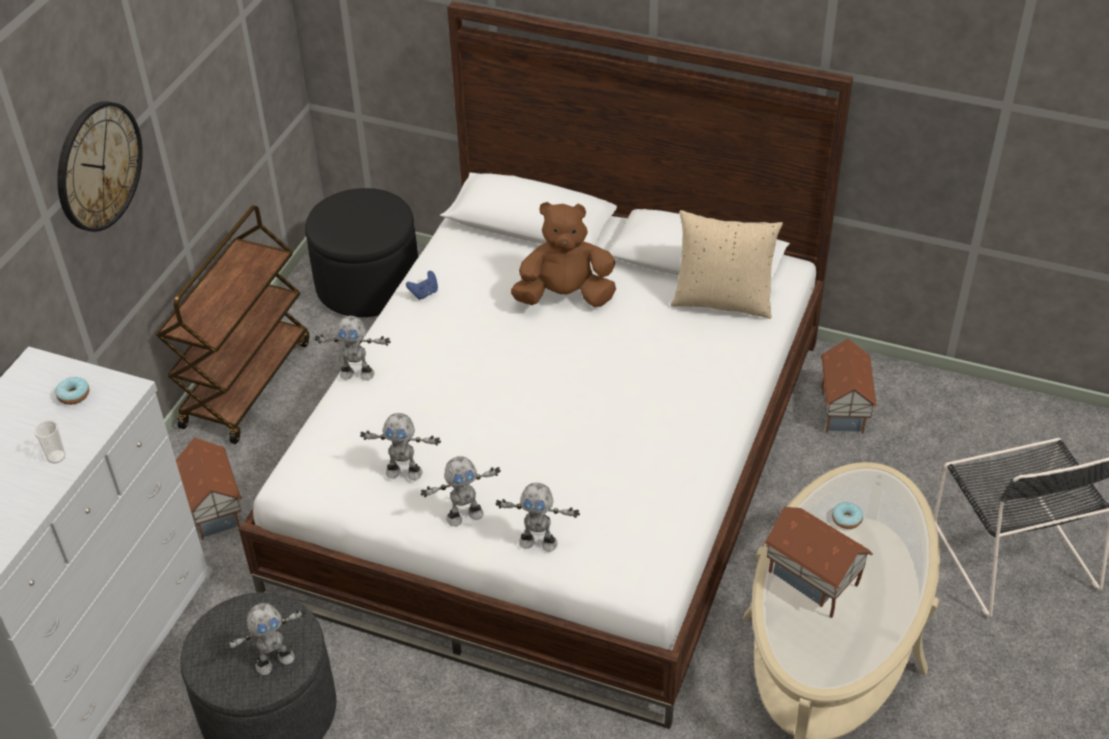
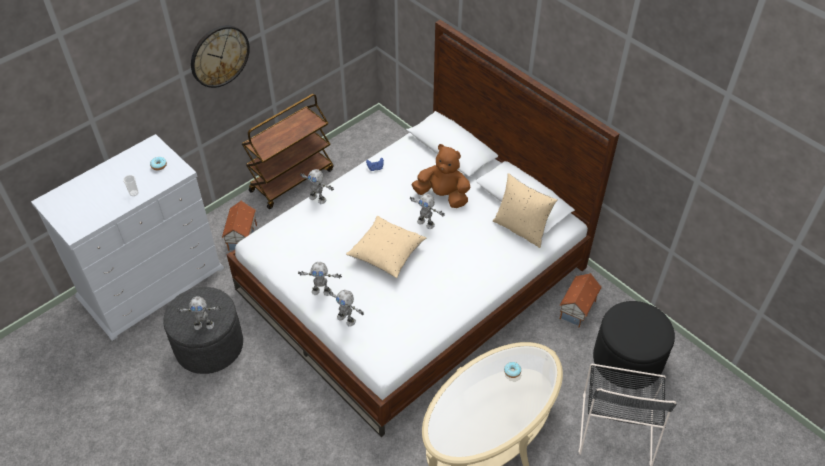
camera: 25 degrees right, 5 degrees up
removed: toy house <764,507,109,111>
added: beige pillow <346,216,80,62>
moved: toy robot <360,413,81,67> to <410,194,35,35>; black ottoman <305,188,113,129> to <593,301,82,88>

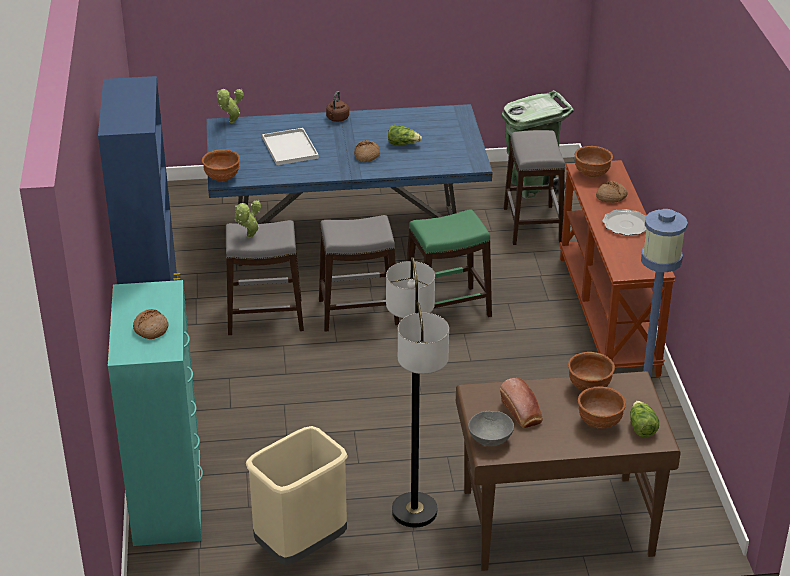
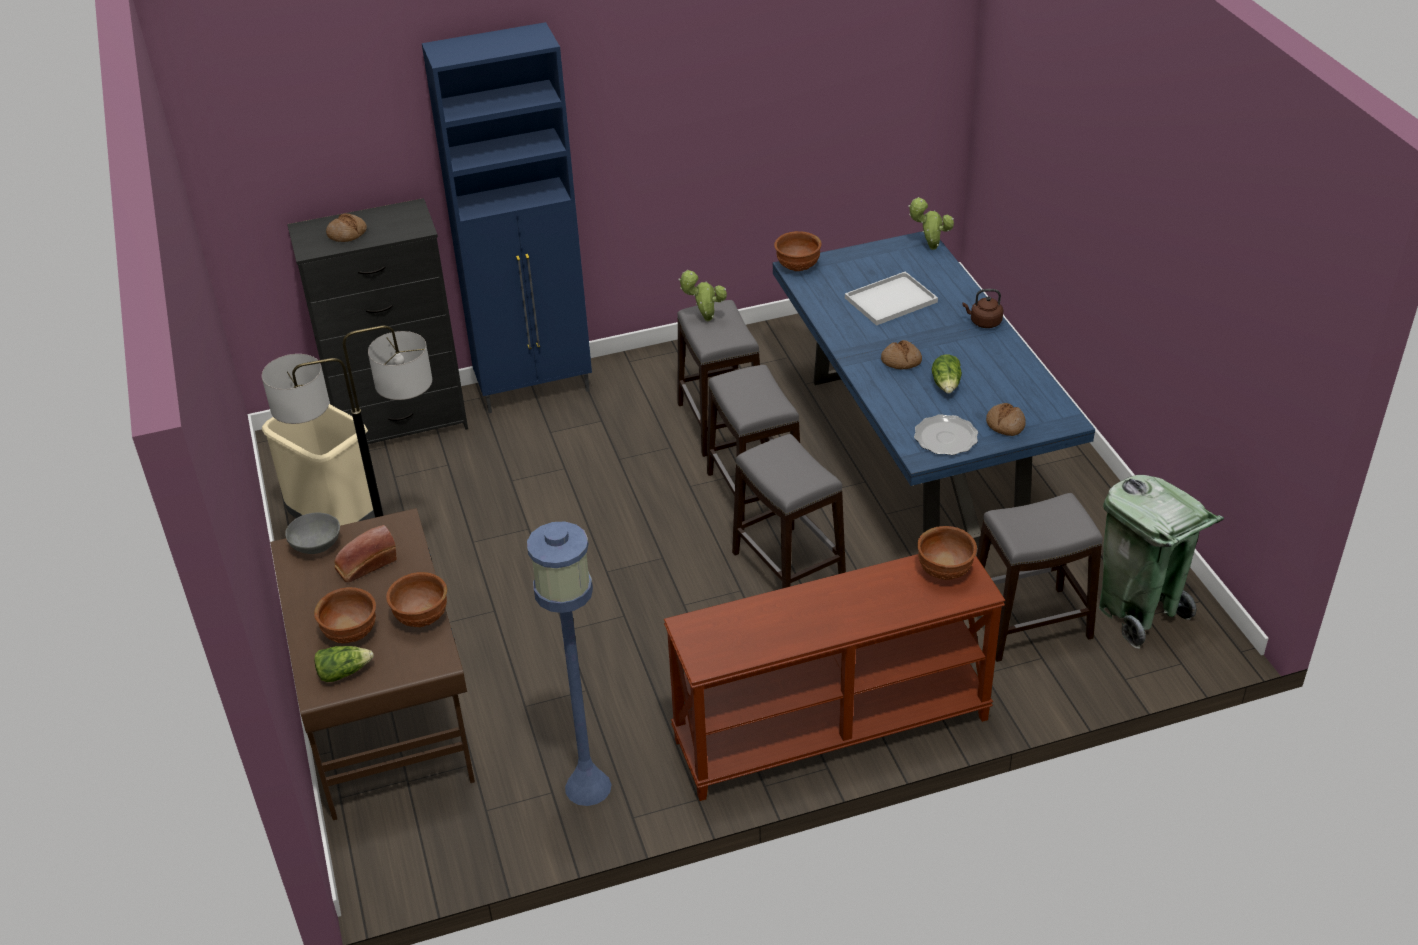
camera: 80 degrees right, 5 degrees up
moved: plate <602,209,44,26> to <914,414,64,41>; bread <596,181,31,22> to <986,403,40,33>
recoloured: turquoise dresser <108,280,95,266> to black dresser <287,198,181,246>; green stool <407,209,85,108> to grey stool <732,434,114,154>

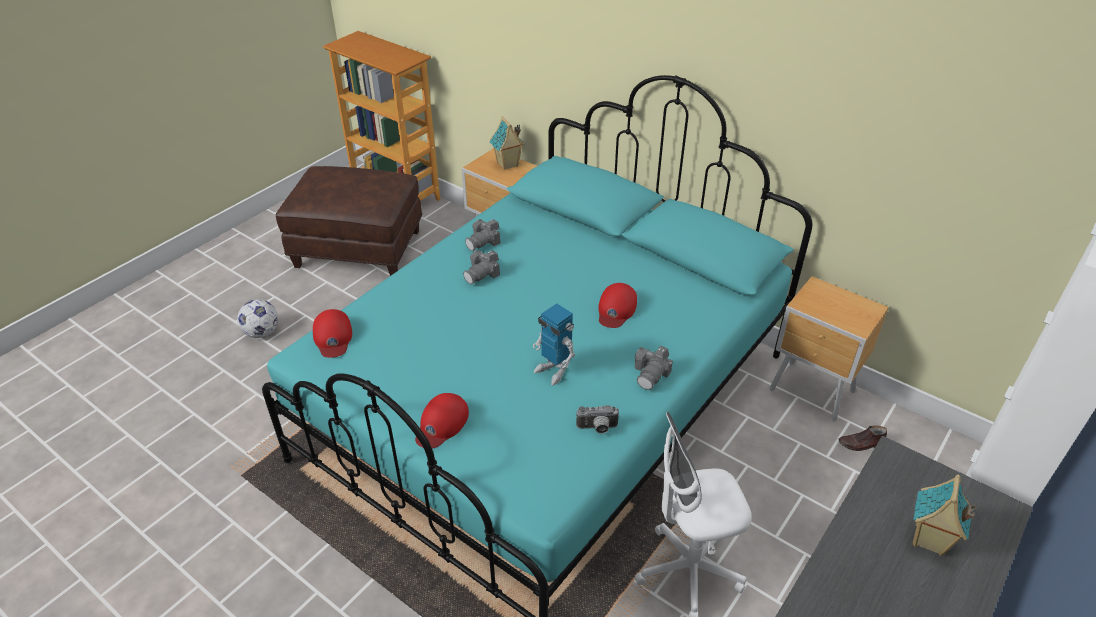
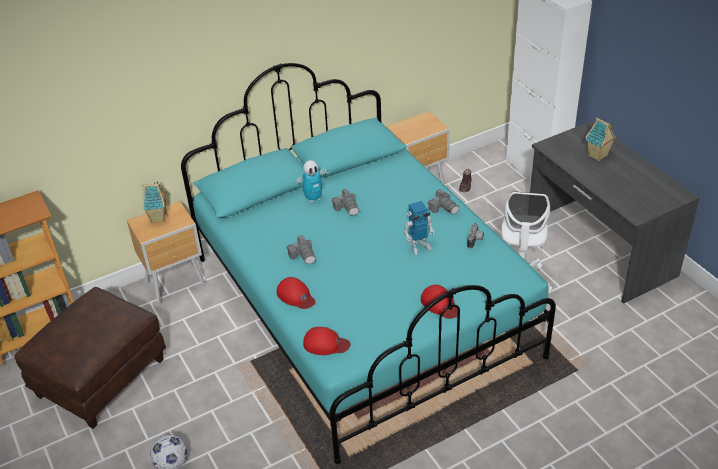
camera: 65 degrees left, 0 degrees up
added: toy robot <293,160,37,43>
moved: red cap <598,283,39,45> to <277,277,38,32>; photo camera <465,219,35,32> to <332,189,27,27>

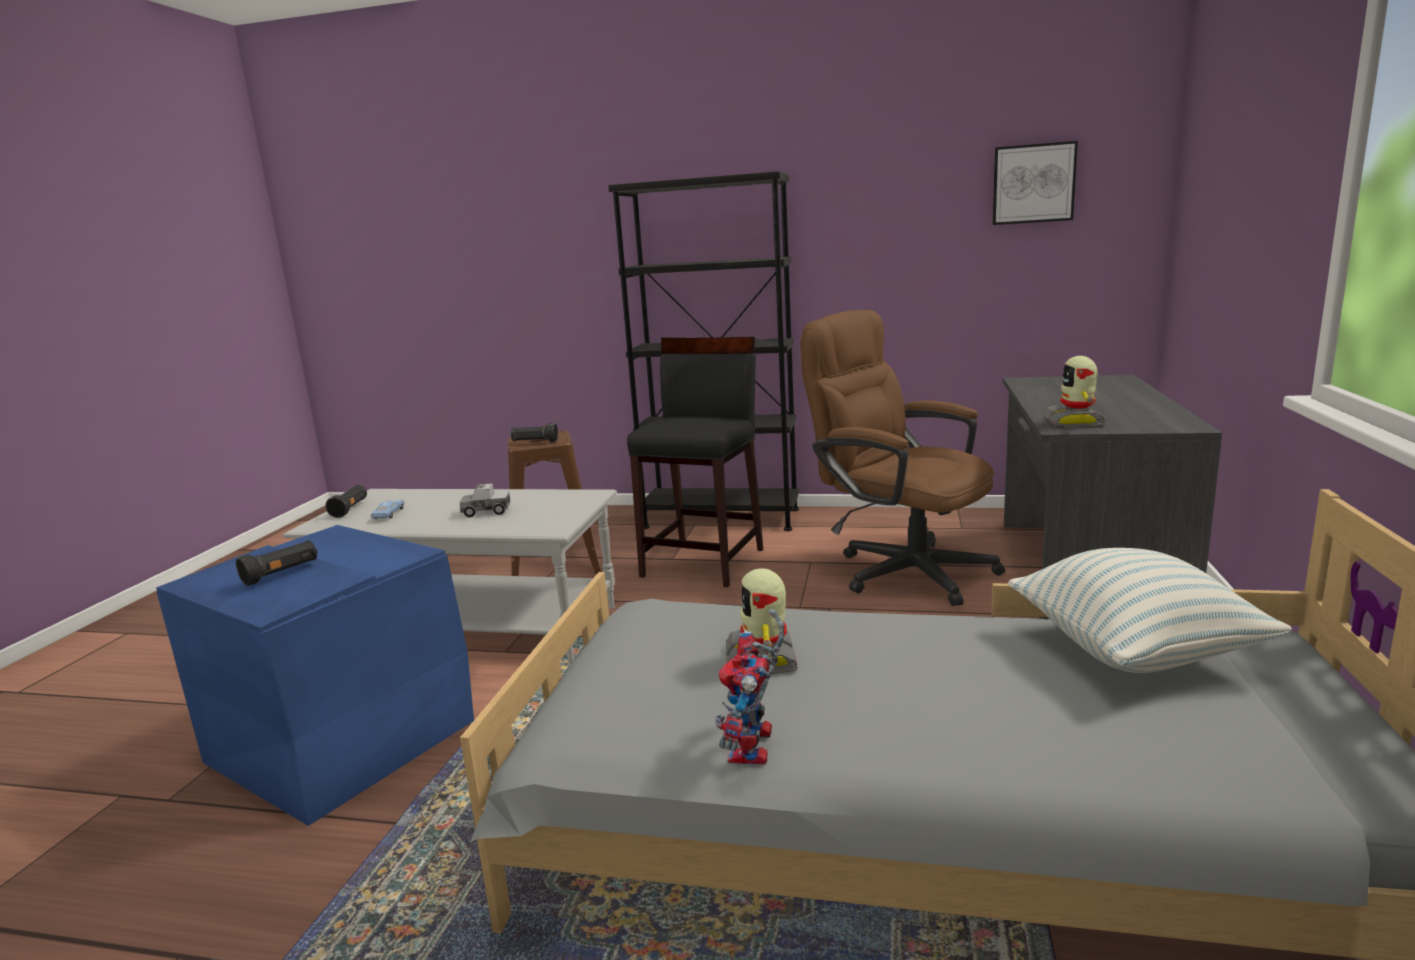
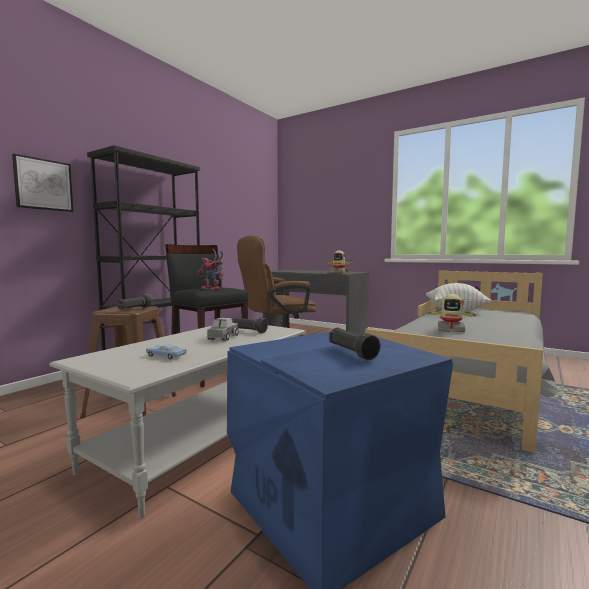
camera: 70 degrees left, 10 degrees down
moved: picture <992,141,86,84> to <12,154,61,58>; toy robot <715,609,69,156> to <198,248,25,42>; black flashlight <325,485,42,33> to <232,317,36,16>

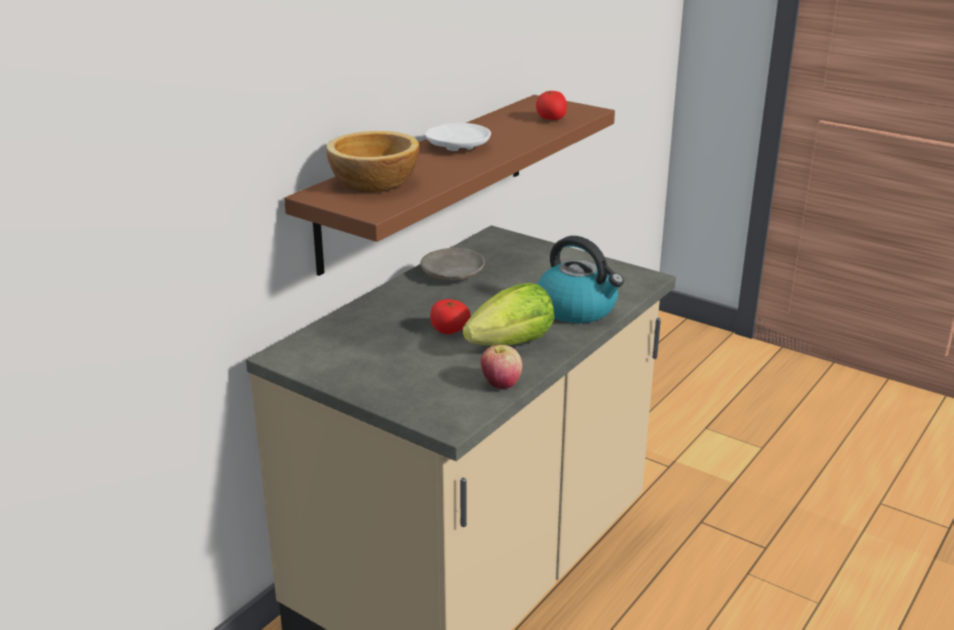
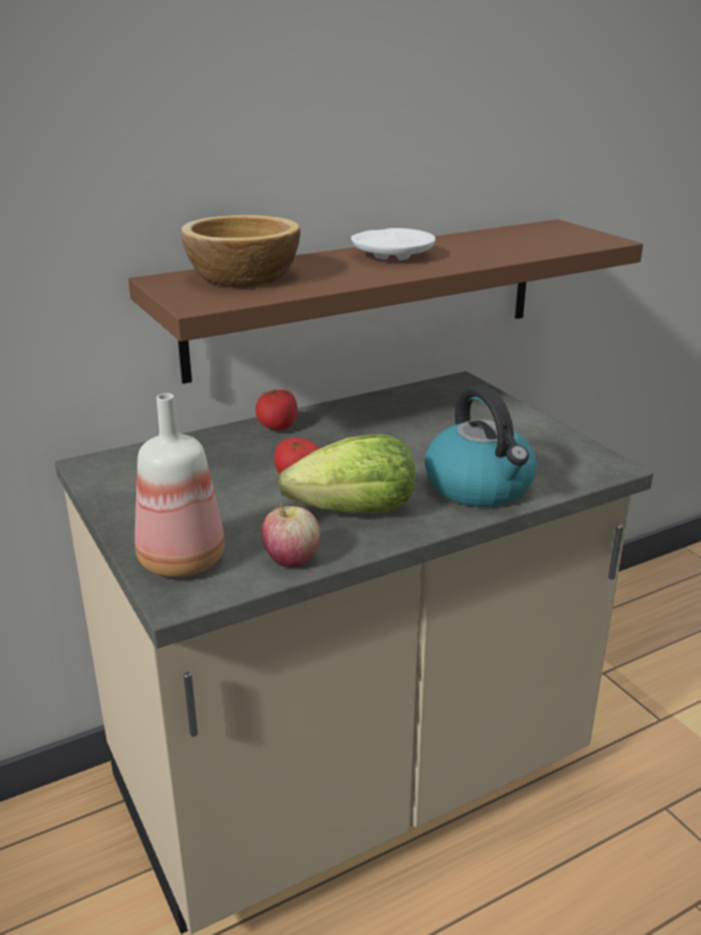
camera: 25 degrees right, 0 degrees up
removed: beige plate <420,248,65,33>
added: bottle <135,393,90,184>
moved: tomato <536,91,31,29> to <256,389,41,41>

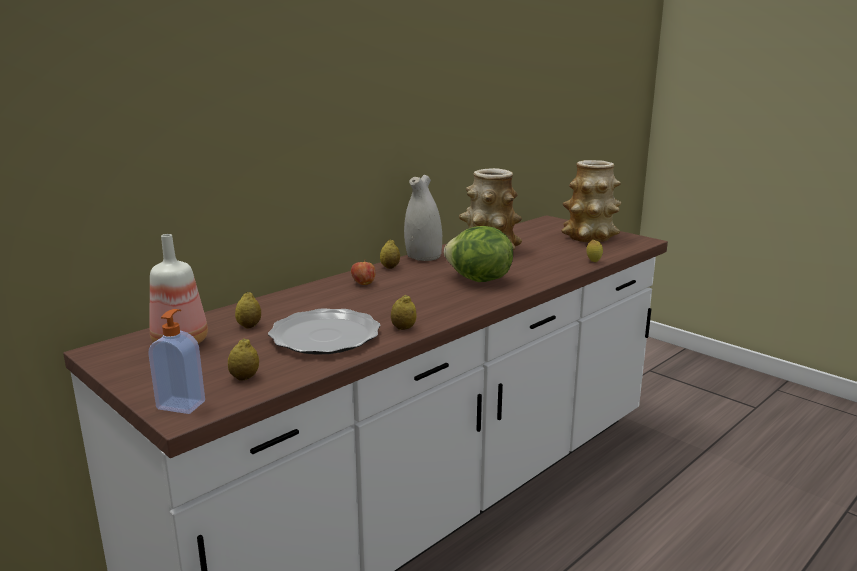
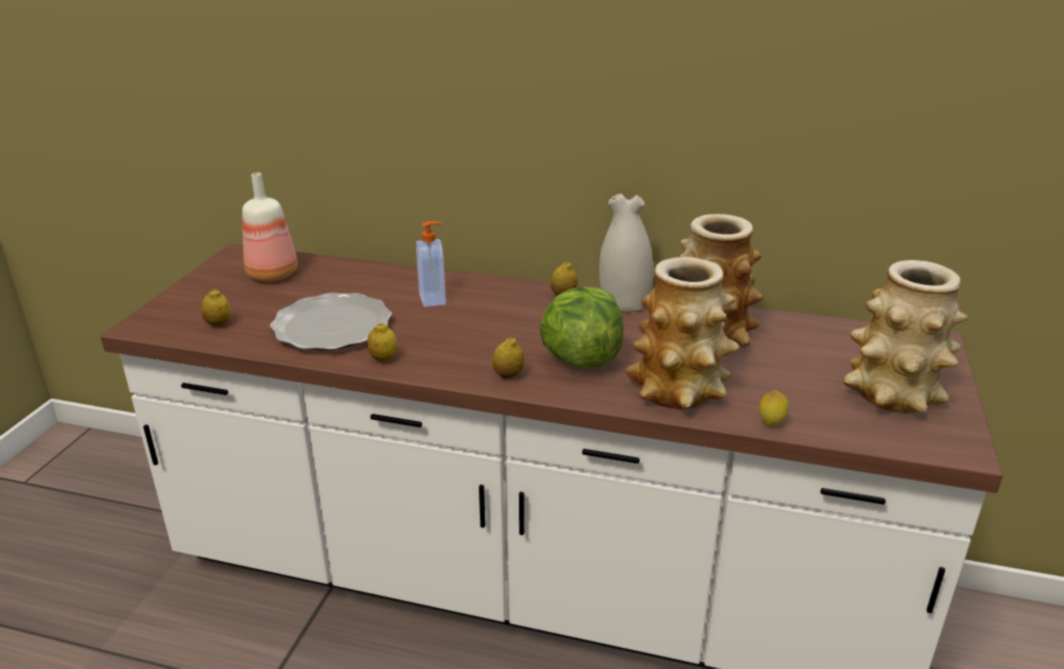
camera: 60 degrees right, 10 degrees up
removed: apple <351,259,25,26>
added: vase <625,257,115,153>
moved: soap dispenser <148,309,57,105> to <416,221,30,86>; lemon <235,292,26,37> to <492,337,32,42>

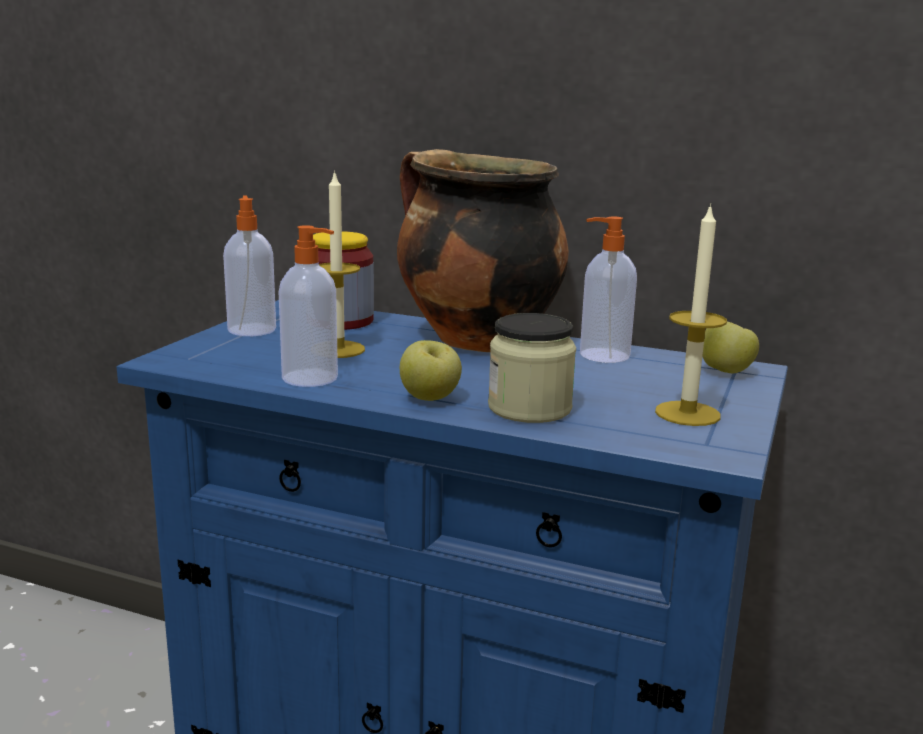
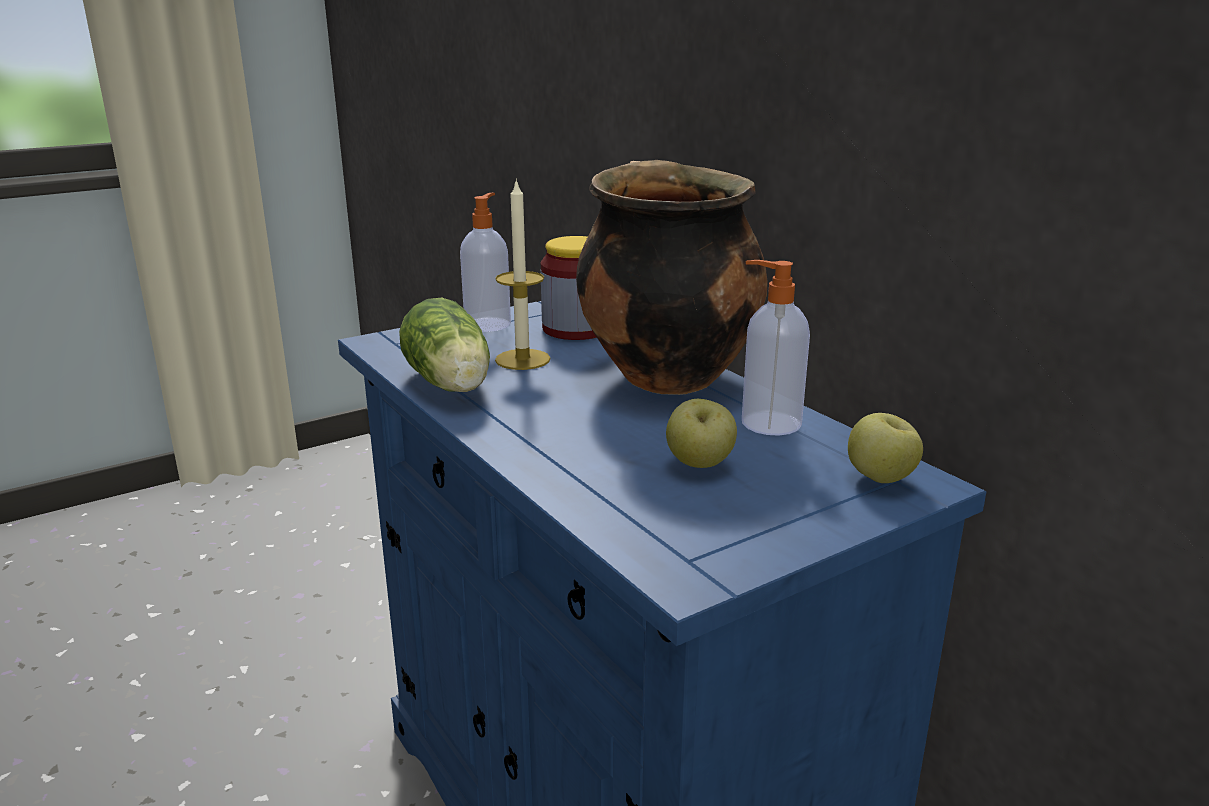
camera: 35 degrees right, 5 degrees up
removed: jar <488,313,88,110>; candle <655,203,72,223>
moved: apple <400,340,62,61> to <666,399,71,69>
replaced: soap dispenser <279,225,59,162> to lettuce <399,298,91,94>

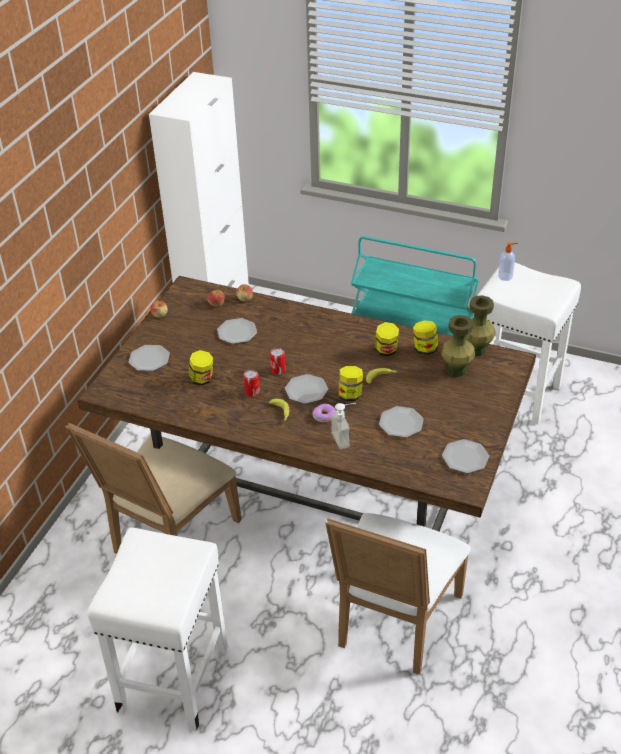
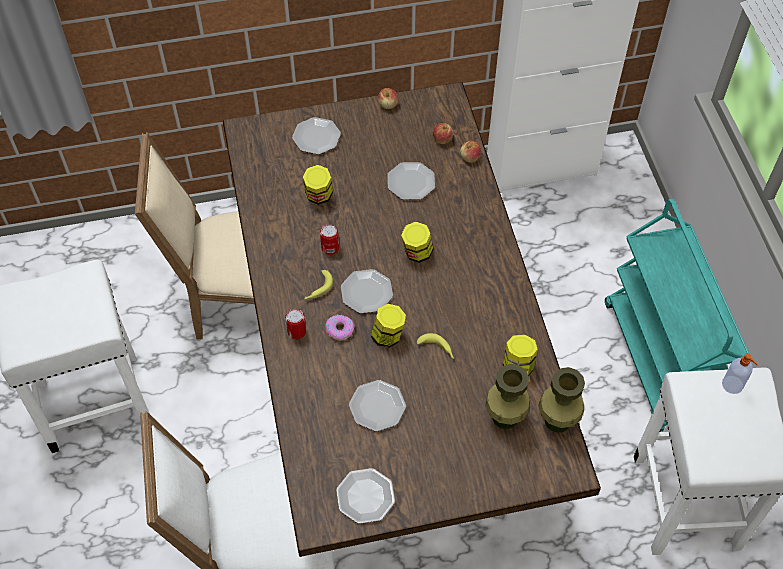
camera: 55 degrees right, 15 degrees up
removed: soap dispenser <331,403,25,46>
moved: can <270,348,16,27> to <285,308,21,32>; jar <375,322,24,34> to <401,222,33,41>

